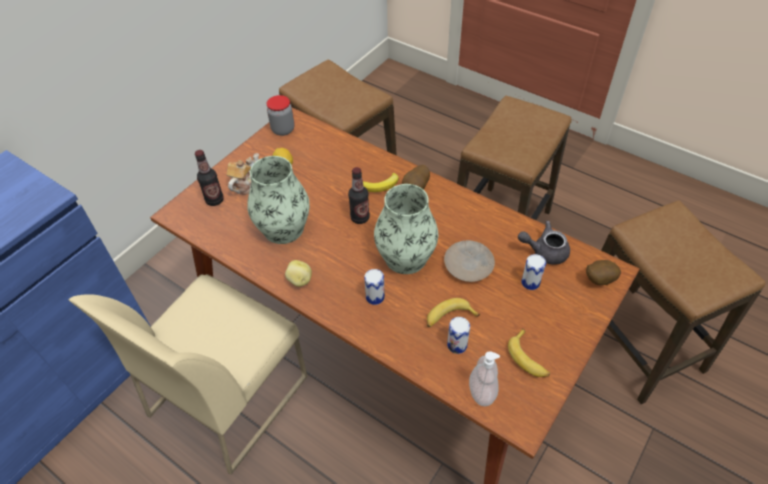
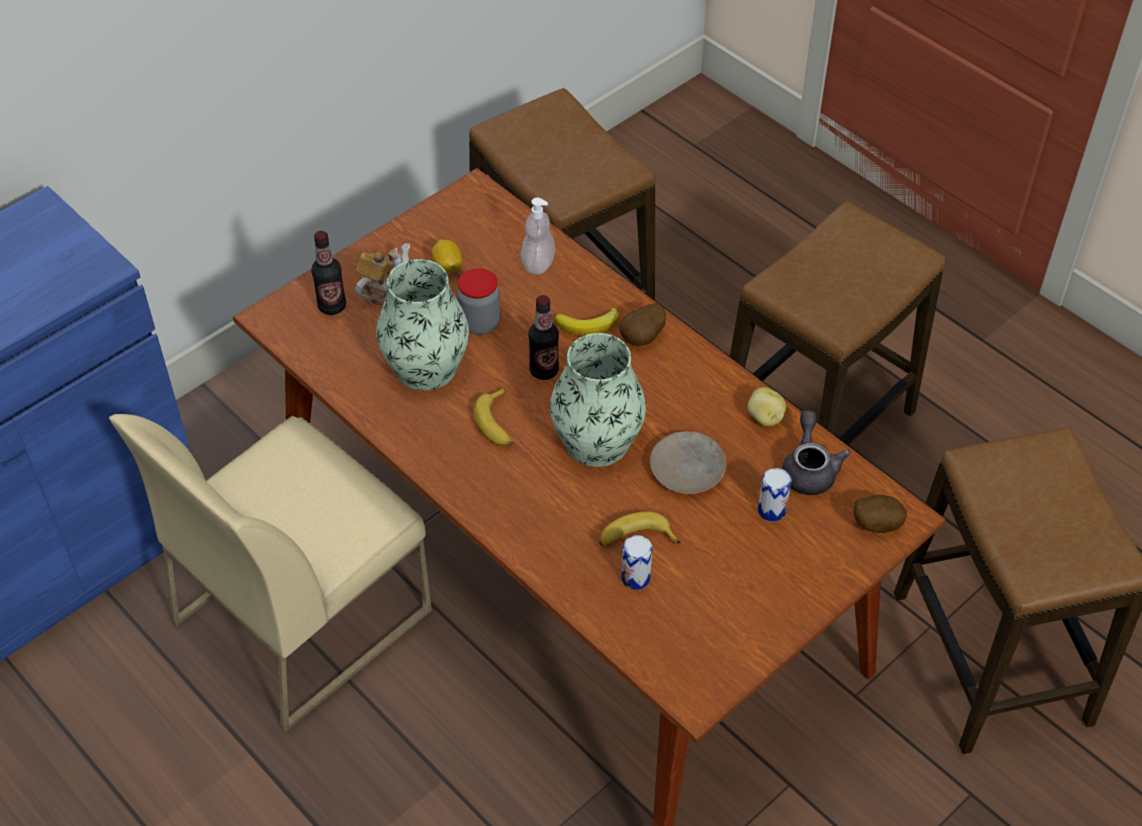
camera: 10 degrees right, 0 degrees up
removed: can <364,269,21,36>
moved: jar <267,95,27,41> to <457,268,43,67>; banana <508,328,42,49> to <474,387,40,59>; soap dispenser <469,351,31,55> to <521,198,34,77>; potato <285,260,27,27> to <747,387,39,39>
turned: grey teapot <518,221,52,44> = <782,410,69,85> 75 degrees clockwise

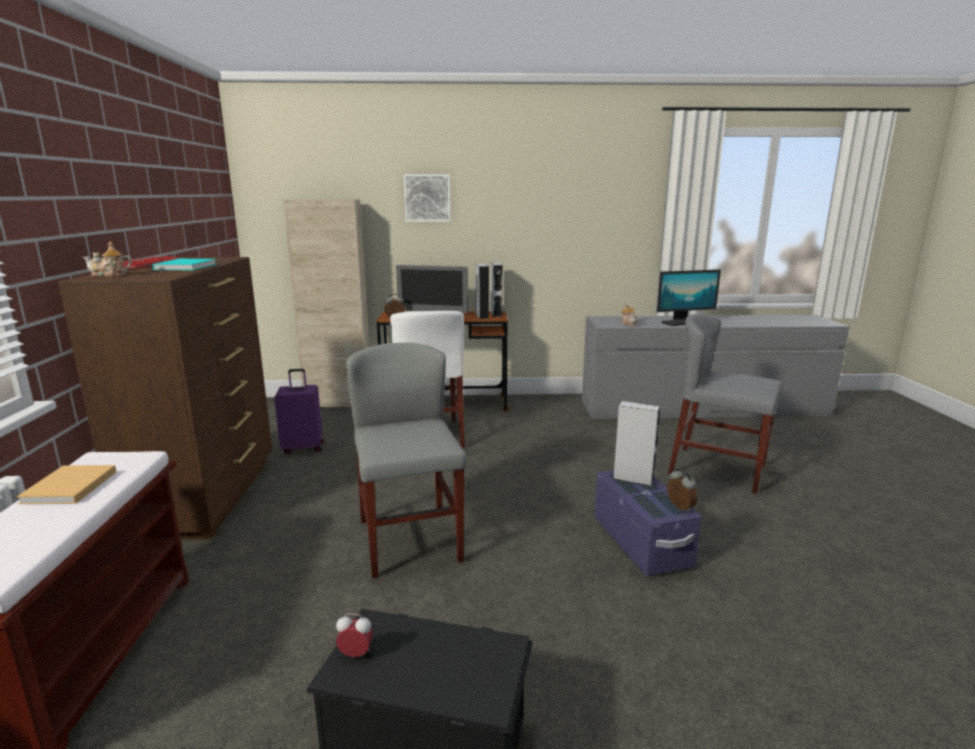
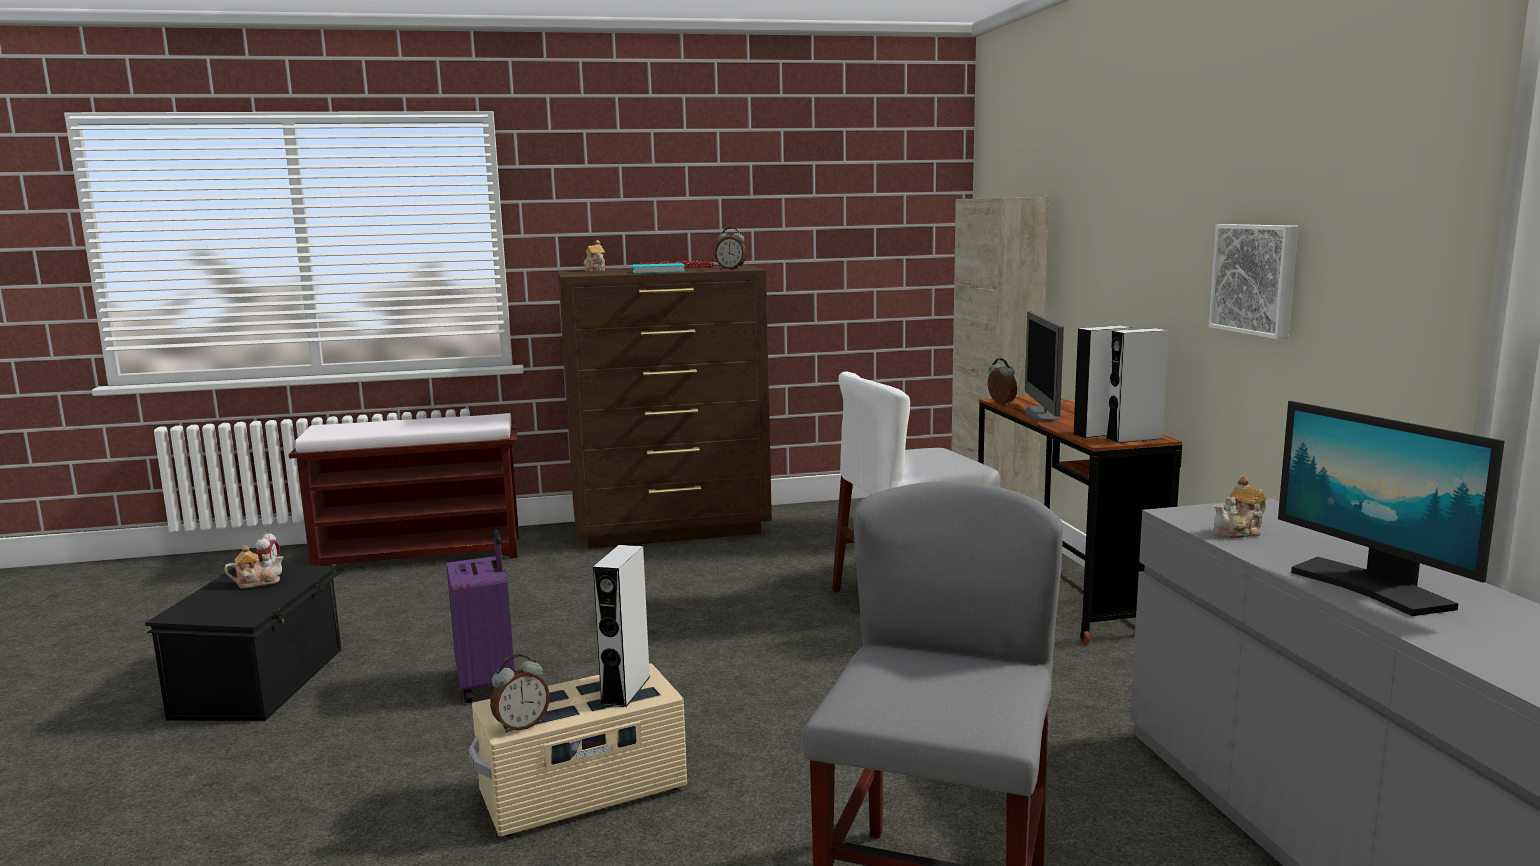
camera: 80 degrees right, 5 degrees down
removed: beige book <16,465,100,39>; grey chair <346,343,120,235>
added: teapot <224,545,60,43>; alarm clock <715,227,32,42>
moved: purple suitcase <274,369,50,85> to <446,529,69,174>; picture <404,175,46,47> to <1209,224,89,115>
recoloured: purple storage box <595,470,107,106> to beige storage box <468,663,219,174>

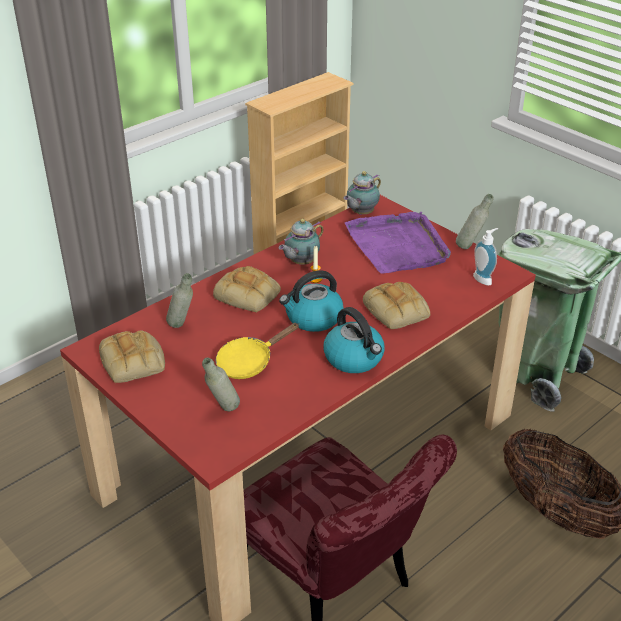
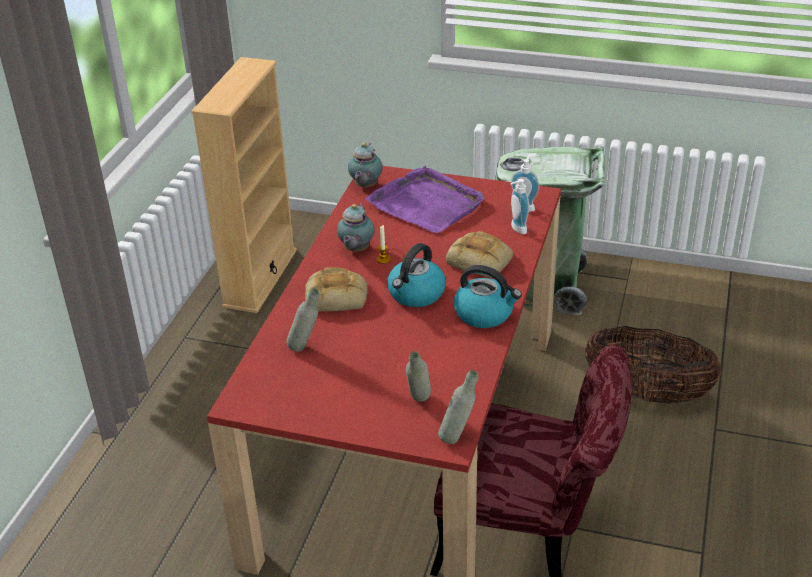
camera: 30 degrees left, 0 degrees up
removed: bread <99,330,66,53>; yellow frying pan <216,323,83,56>
added: soap dispenser <510,179,19,55>
moved: grey bottle <456,194,38,55> to <438,370,41,74>

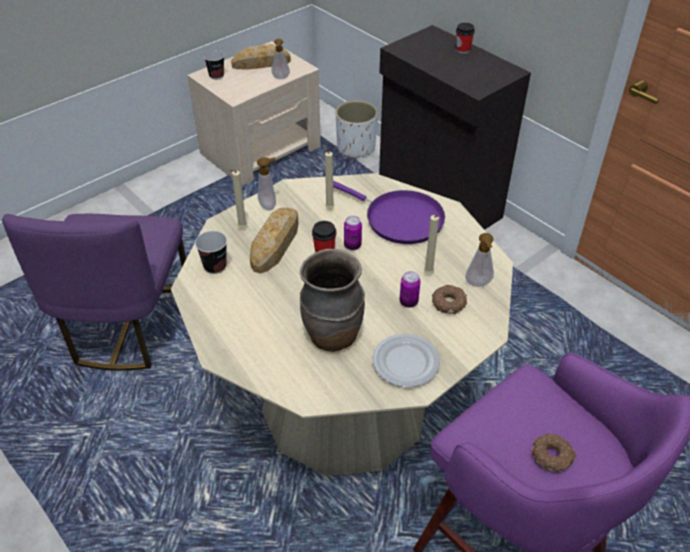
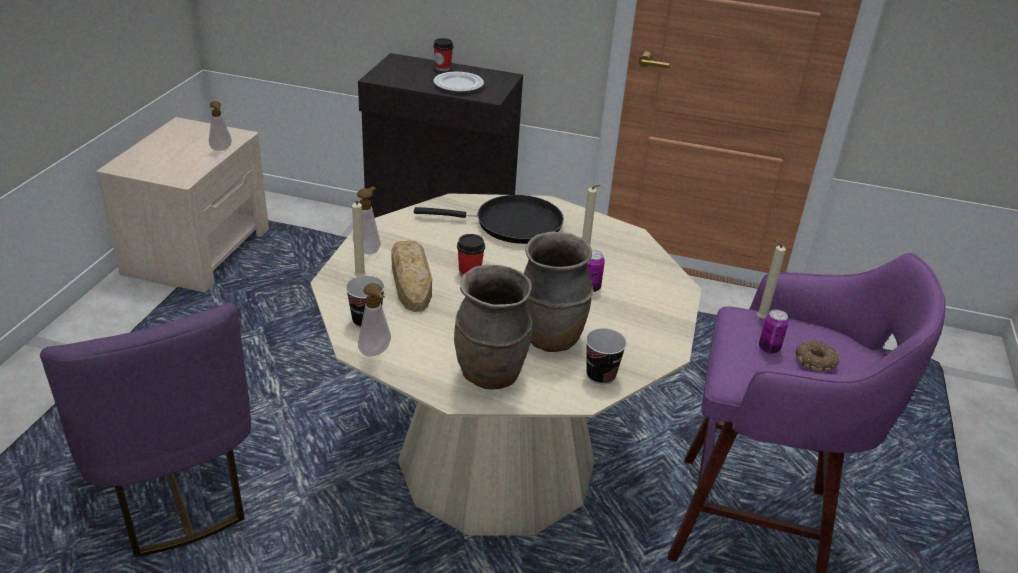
camera: 35 degrees left, 10 degrees down
removed: bread <231,44,60,26>; white planter <336,101,42,58>; donut <432,285,35,29>
added: brown vase <454,265,79,124>
moved: soap dispenser <465,233,29,54> to <358,283,33,74>; plate <372,334,68,53> to <434,72,50,20>; cup <204,51,20,29> to <586,328,41,57>; beige candle <322,144,12,65> to <757,239,29,80>; can <344,216,18,34> to <759,310,30,44>
recoloured: purple frying pan <333,181,112,63> to black frying pan <414,195,150,49>

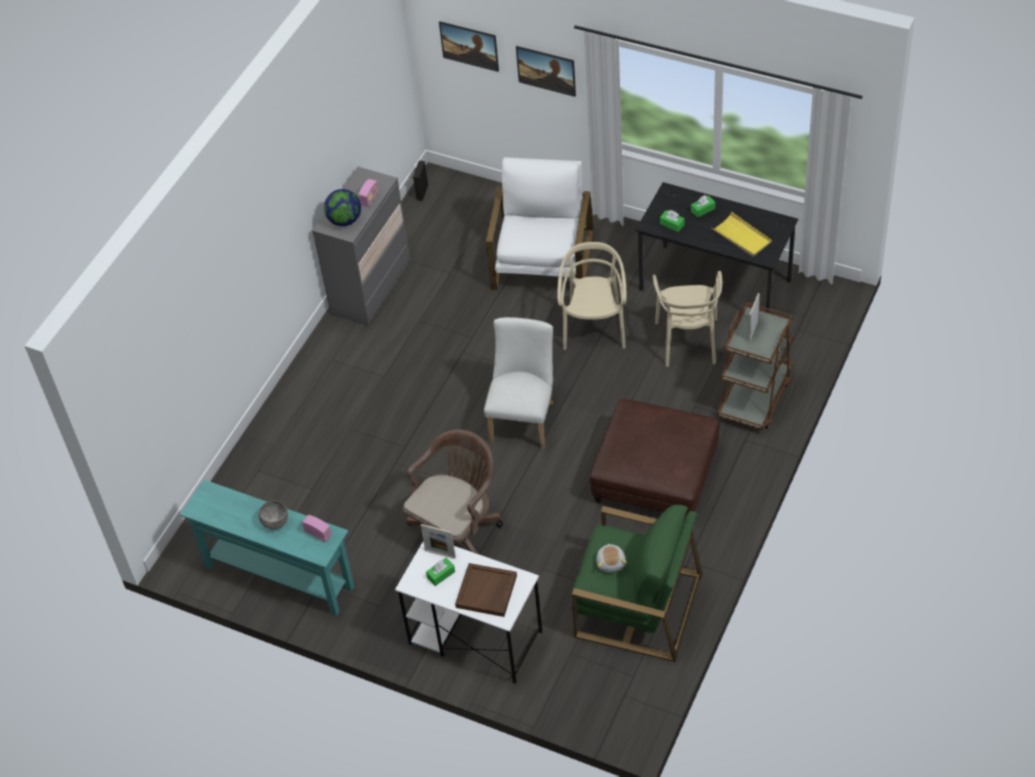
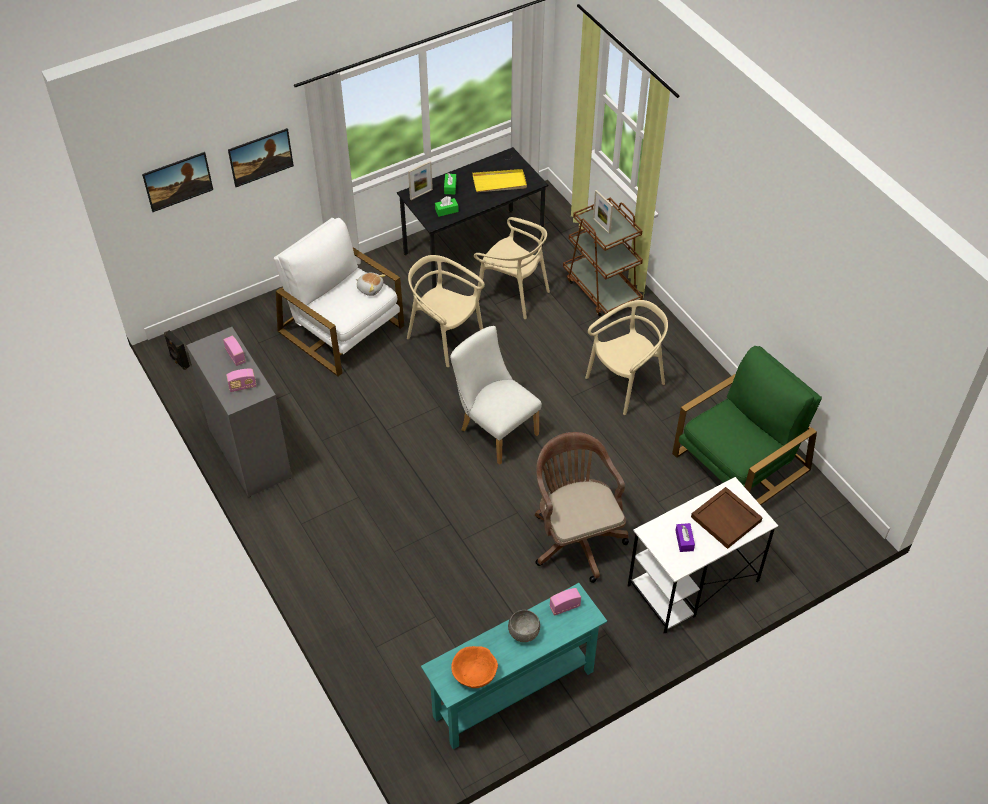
camera: 60 degrees left, 0 degrees up
added: orange bowl <451,646,47,42>
moved: plush toy <596,543,31,29> to <356,273,30,23>; picture frame <420,524,36,35> to <408,161,25,39>
replaced: globe <324,189,37,37> to radio <226,369,30,23>; brown ottoman <590,399,130,118> to beige chair <585,300,83,115>
recoloured: green tissue box <426,558,29,28> to purple tissue box <675,523,20,29>

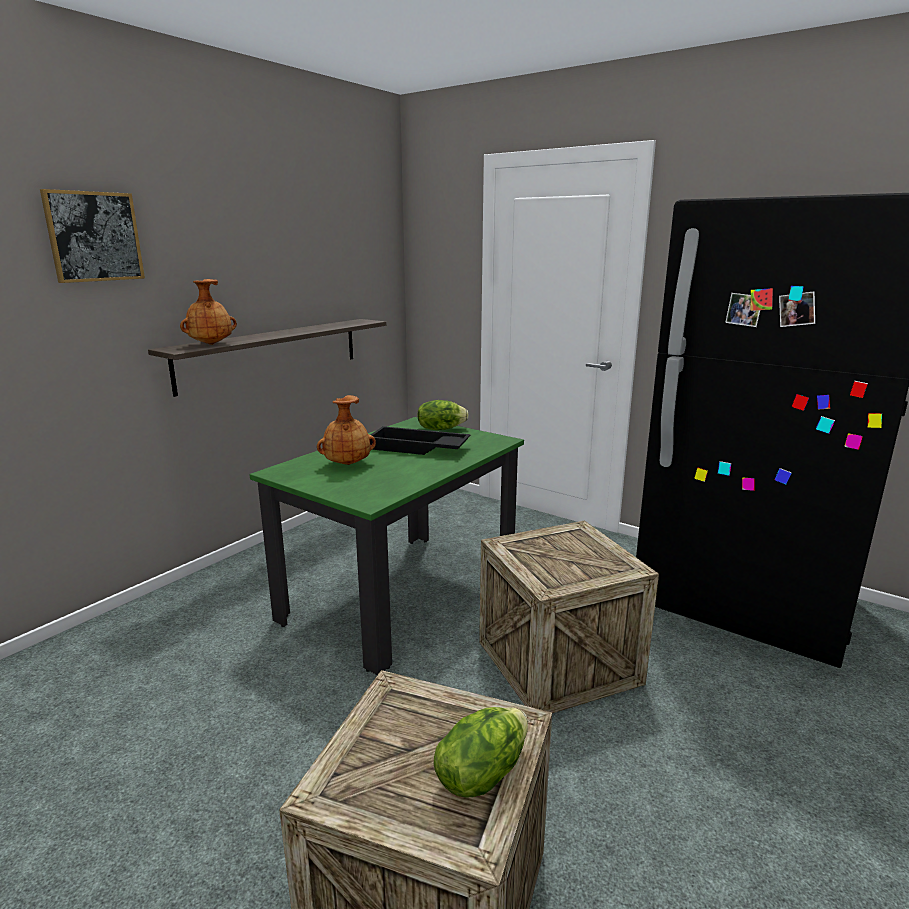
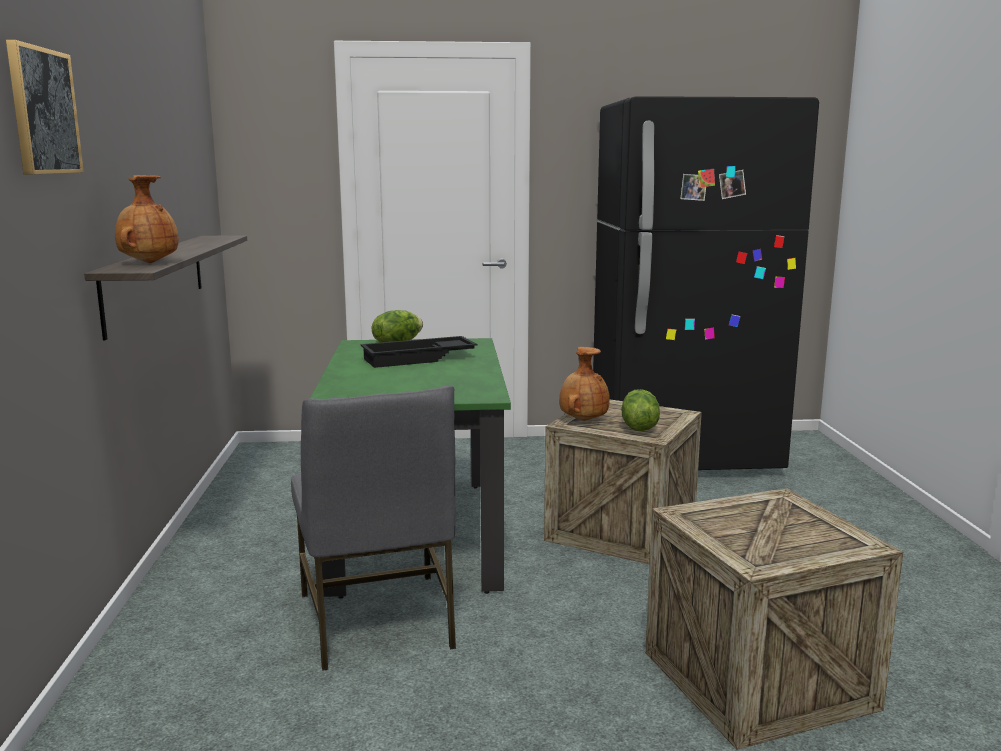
camera: 40 degrees left, 5 degrees down
added: grey chair <291,386,165,285>
moved: brown vase <317,395,59,70> to <559,347,51,74>; lettuce <434,707,94,91> to <621,389,39,42>

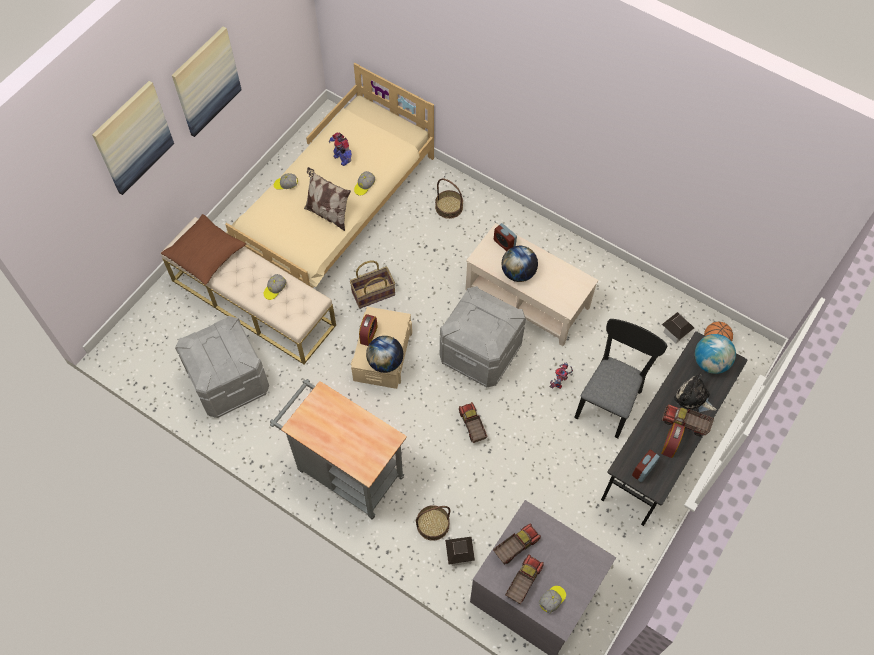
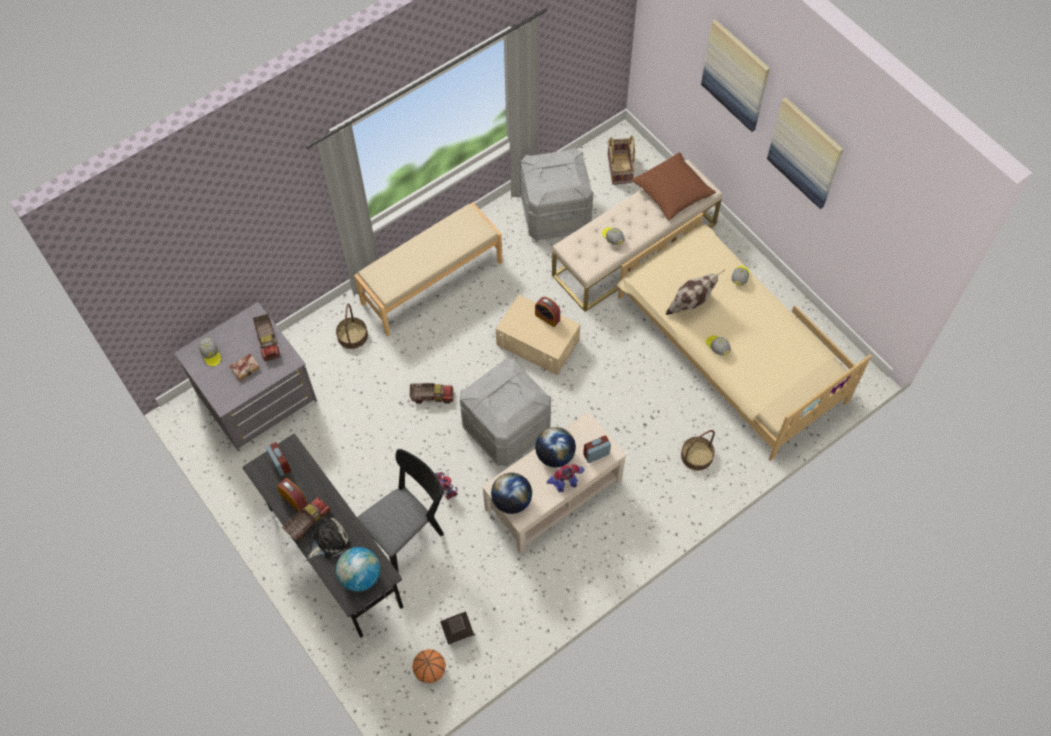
camera: 110 degrees right, 0 degrees up
removed: toy house <445,537,30,29>; toy truck <505,554,39,50>
added: book <229,354,31,27>
moved: globe <366,336,37,37> to <491,473,41,41>; toy robot <329,132,23,34> to <546,464,38,29>; basket <350,261,45,48> to <608,135,27,50>
replaced: grey cart <270,379,137,141> to beige bench <354,202,149,134>
turned: black chair <574,319,93,120> = <357,449,87,124> 90 degrees counterclockwise

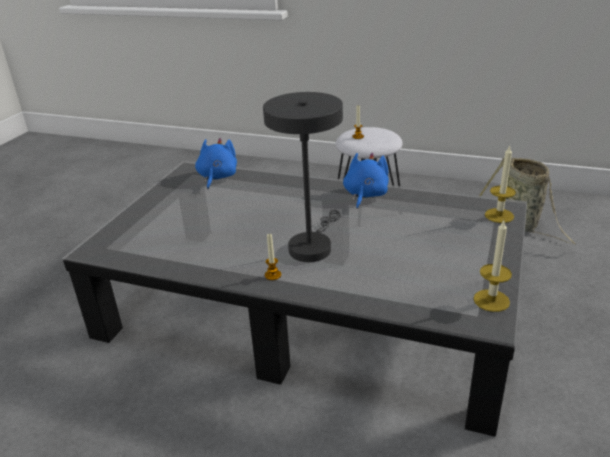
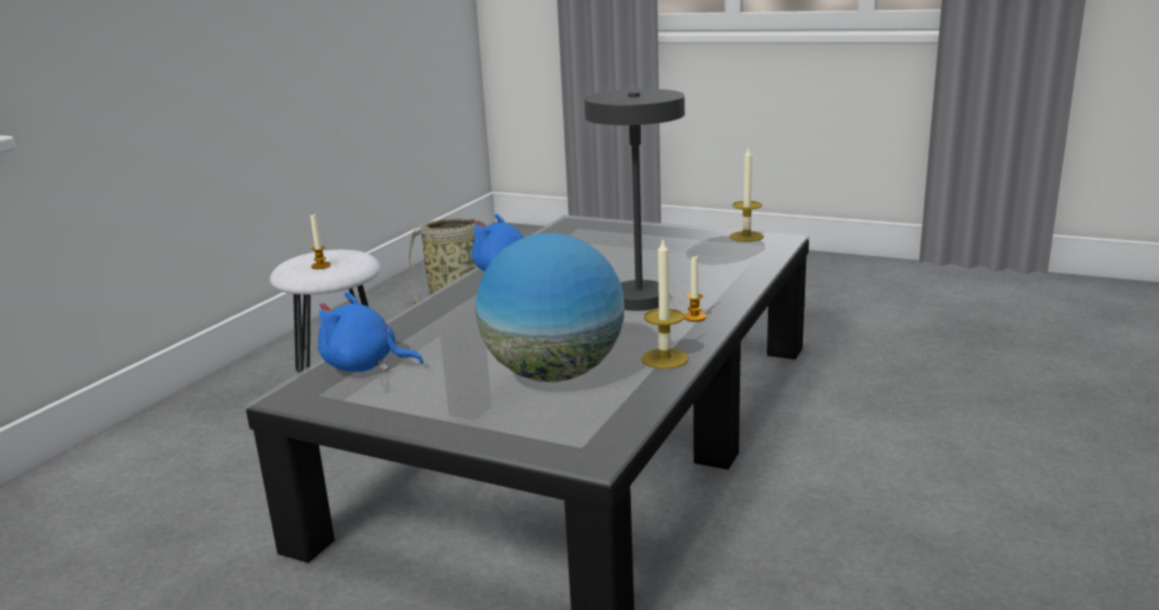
camera: 85 degrees left, 10 degrees down
added: globe <475,233,149,149>
moved: candle <485,145,31,78> to <641,240,47,129>

